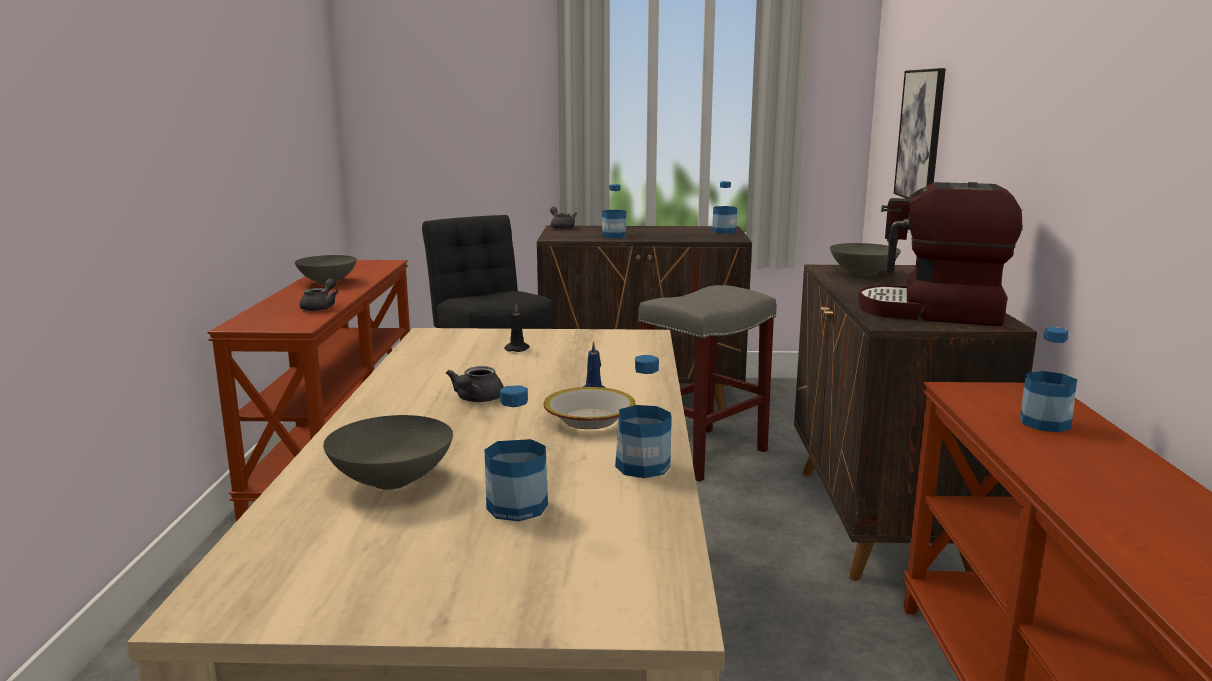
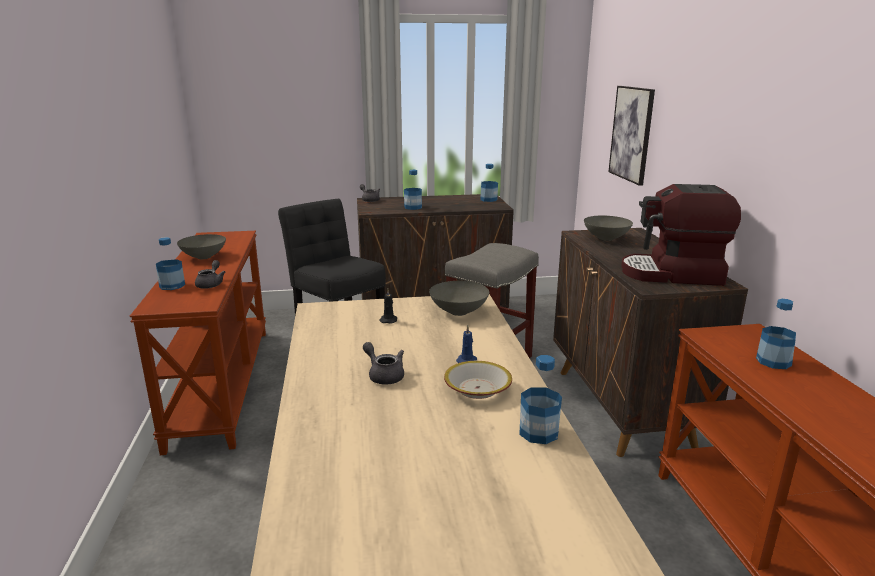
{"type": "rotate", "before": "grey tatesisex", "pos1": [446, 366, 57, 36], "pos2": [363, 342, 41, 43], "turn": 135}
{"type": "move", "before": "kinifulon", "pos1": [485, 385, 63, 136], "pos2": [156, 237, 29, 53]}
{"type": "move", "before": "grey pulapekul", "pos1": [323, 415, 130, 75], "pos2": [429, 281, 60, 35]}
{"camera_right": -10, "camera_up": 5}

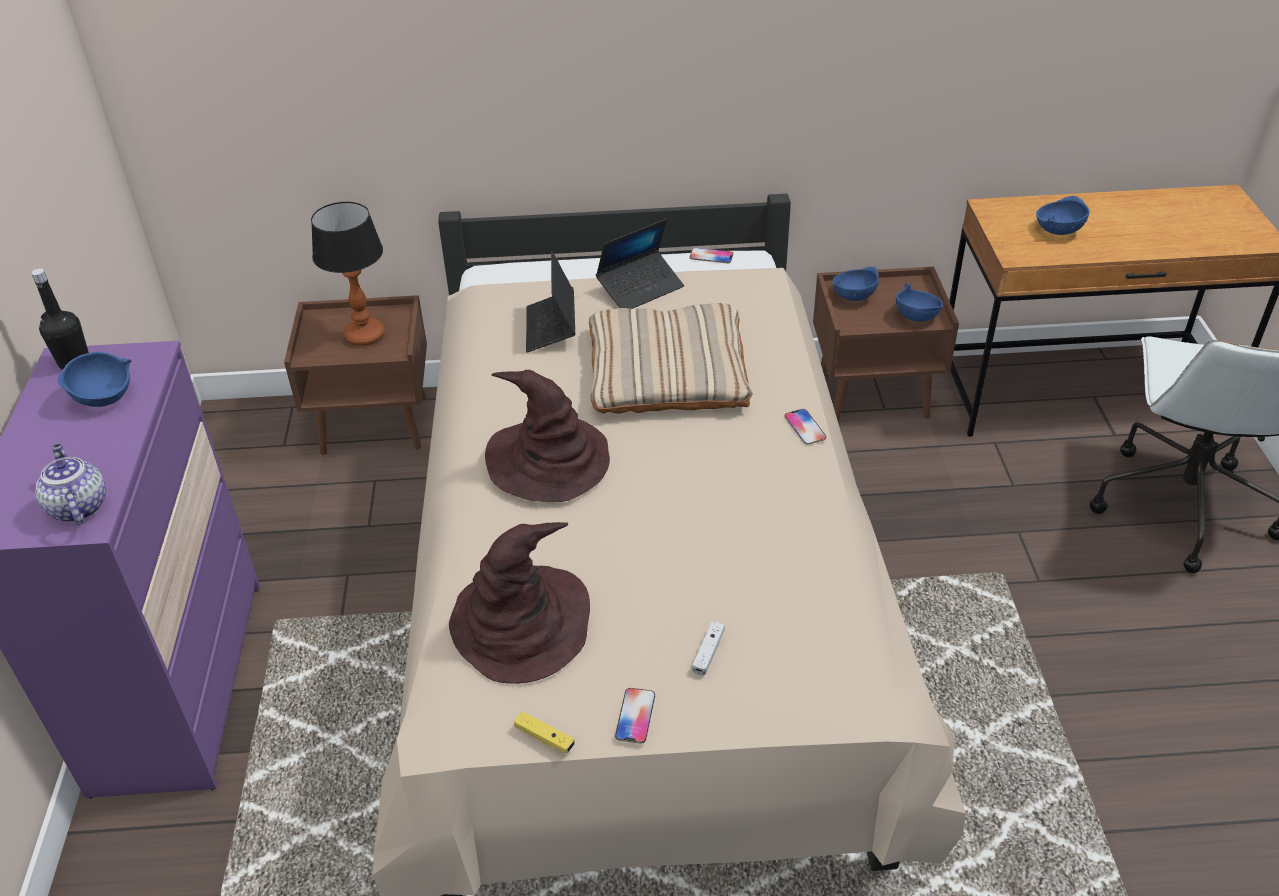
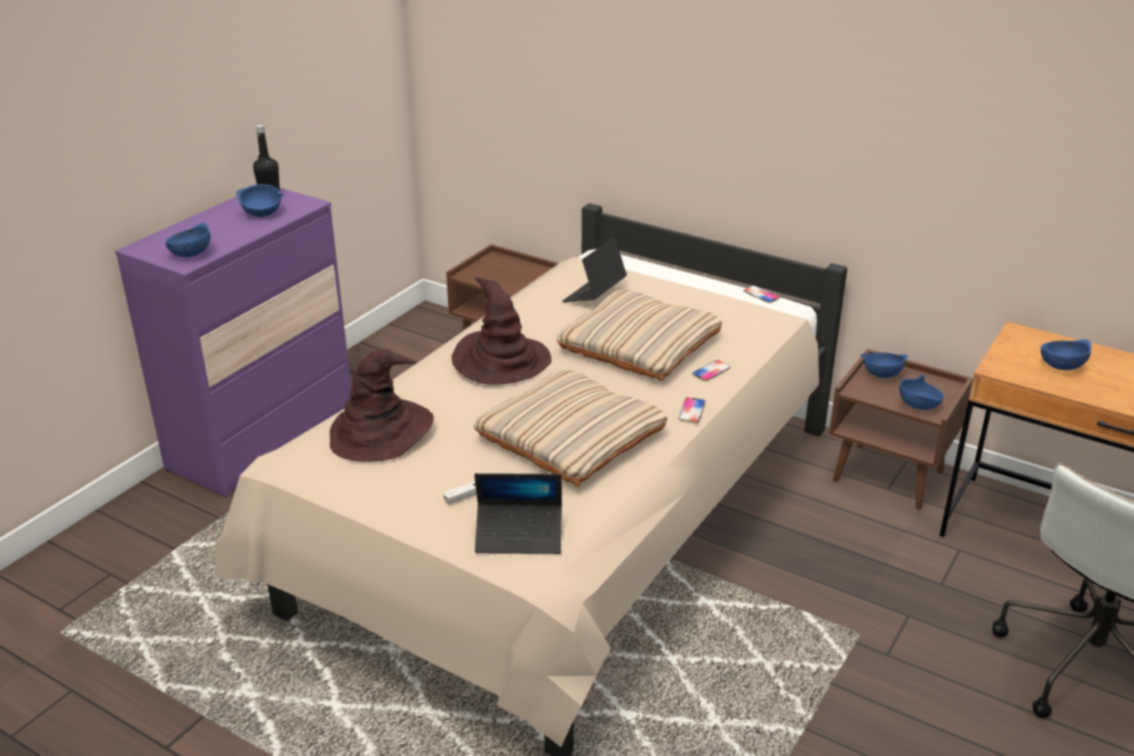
{"type": "delete", "before": "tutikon", "pos1": [311, 202, 74, 144]}
{"type": "move", "before": "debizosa", "pos1": [596, 219, 88, 90], "pos2": [474, 473, 88, 81]}
{"type": "replace", "before": "tatesisex", "after": "blue pulapekul", "pos1": [36, 444, 70, 81], "pos2": [165, 223, 46, 34]}
{"type": "move", "before": "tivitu", "pos1": [615, 688, 40, 56], "pos2": [692, 360, 39, 21]}
{"type": "delete", "before": "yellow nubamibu", "pos1": [514, 712, 61, 42]}
{"type": "insert", "after": "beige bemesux", "pos2": [474, 369, 193, 118]}
{"camera_right": 35, "camera_up": -10}

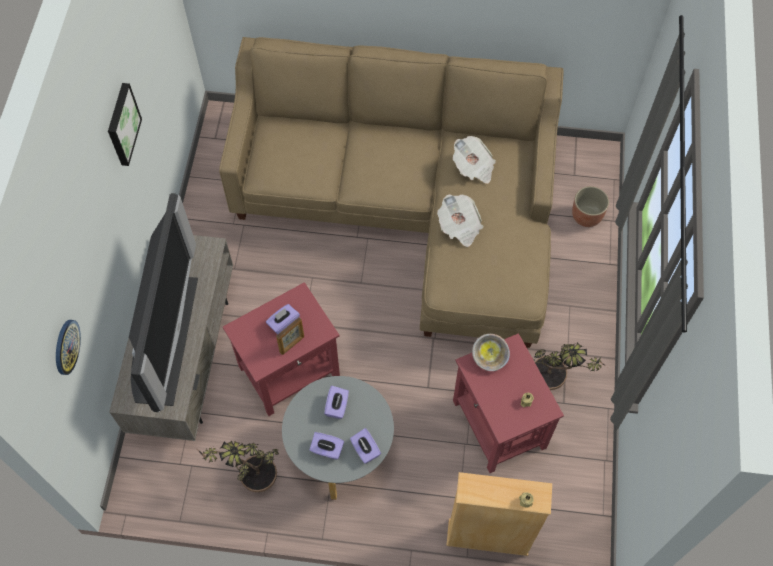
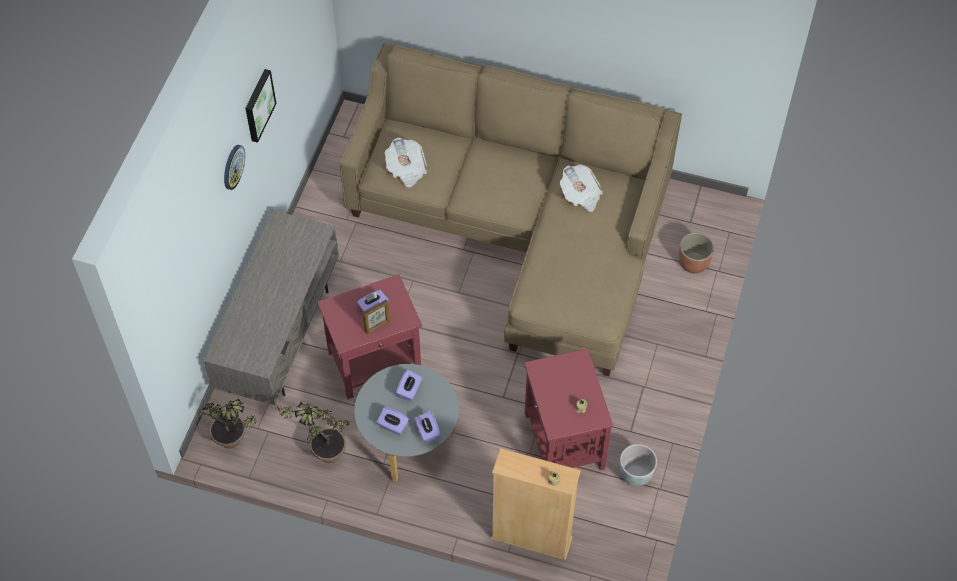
{"type": "delete", "before": "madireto", "pos1": [129, 193, 69, 219]}
{"type": "move", "before": "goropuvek", "pos1": [437, 194, 46, 53], "pos2": [385, 137, 42, 50]}
{"type": "move", "before": "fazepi", "pos1": [56, 320, 25, 55], "pos2": [224, 145, 21, 45]}
{"type": "delete", "before": "pulapekul", "pos1": [472, 334, 38, 37]}
{"type": "move", "before": "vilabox", "pos1": [533, 342, 74, 48], "pos2": [198, 398, 58, 51]}
{"type": "insert", "after": "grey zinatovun", "pos2": [620, 444, 37, 42]}
{"camera_right": 10, "camera_up": -5}

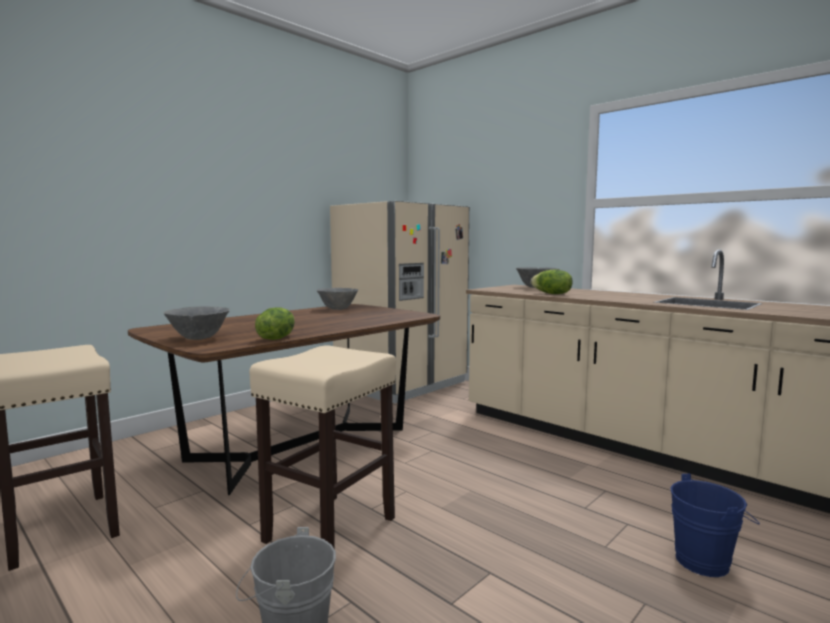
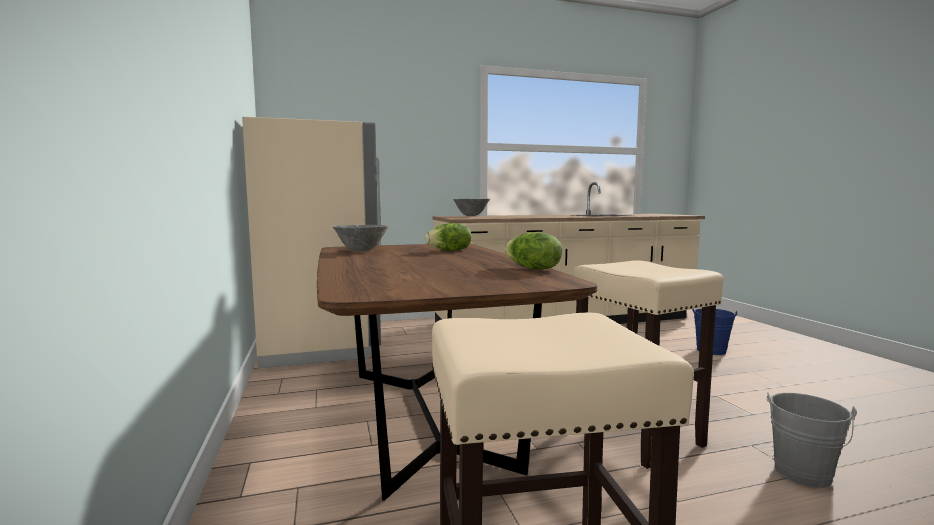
{"type": "move", "before": "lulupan", "pos1": [531, 269, 42, 25], "pos2": [425, 223, 47, 28]}
{"type": "delete", "before": "grey pulapekul", "pos1": [163, 306, 67, 34]}
{"camera_right": -60, "camera_up": 0}

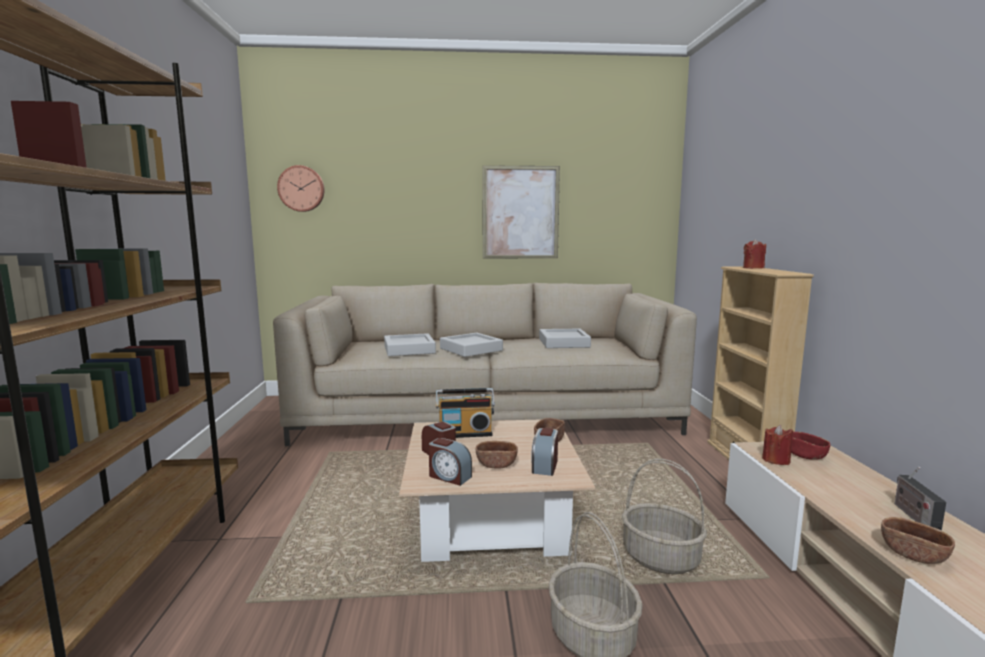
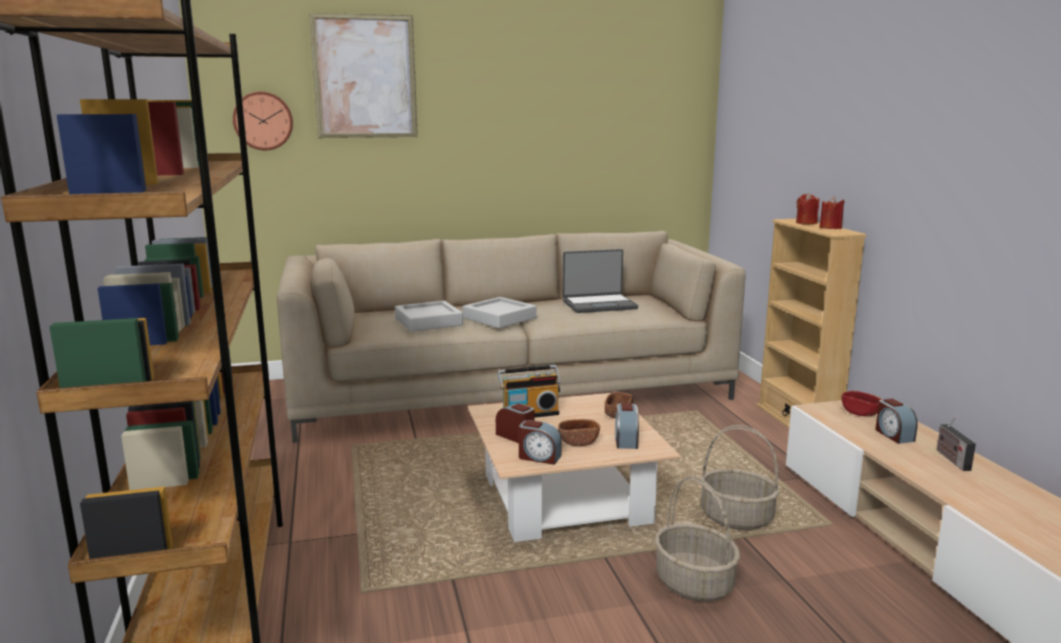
{"type": "move", "before": "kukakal", "pos1": [482, 165, 78, 94], "pos2": [309, 13, 109, 125]}
{"type": "replace", "before": "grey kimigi", "after": "debizosa", "pos1": [539, 329, 52, 19], "pos2": [562, 249, 76, 64]}
{"type": "move", "before": "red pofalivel", "pos1": [762, 425, 31, 40], "pos2": [820, 196, 24, 33]}
{"type": "delete", "before": "brown pulapekul", "pos1": [881, 517, 74, 47]}
{"type": "insert", "after": "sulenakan", "pos2": [875, 399, 43, 45]}
{"camera_right": -10, "camera_up": 5}

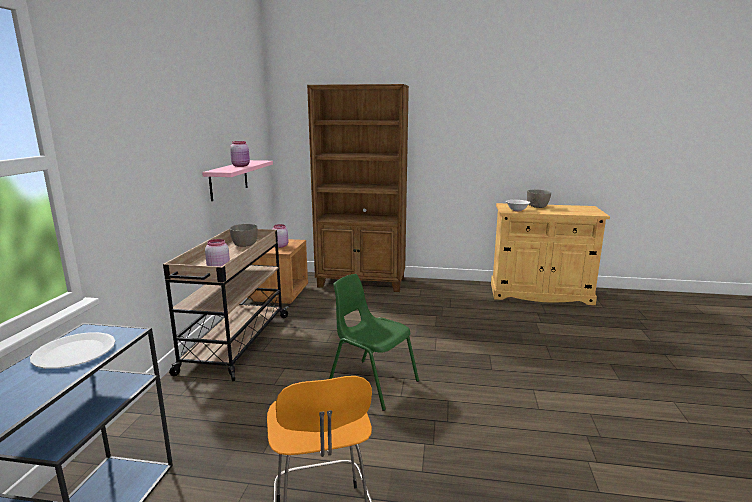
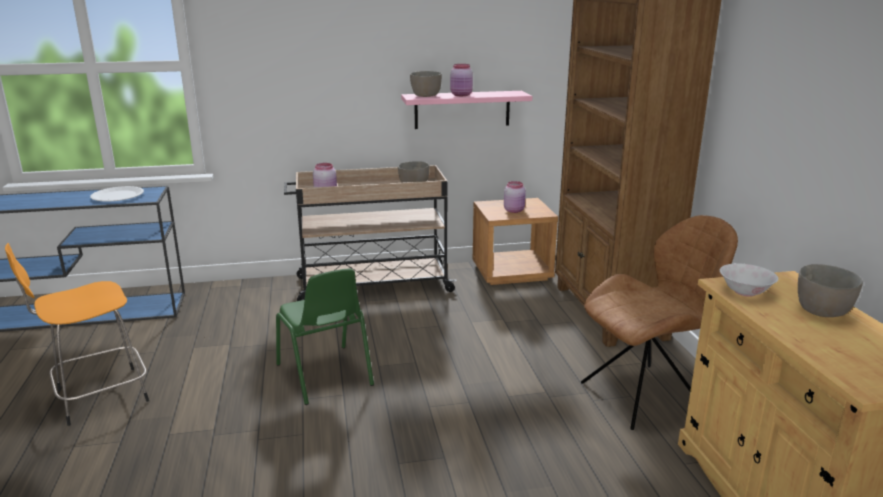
{"type": "rotate", "before": "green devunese", "pos1": [329, 274, 90, 137], "pos2": [276, 268, 98, 137], "turn": 135}
{"type": "insert", "after": "grey pulapekul", "pos2": [410, 71, 32, 26]}
{"type": "insert", "after": "brown devunese", "pos2": [581, 215, 157, 215]}
{"camera_right": 70, "camera_up": 5}

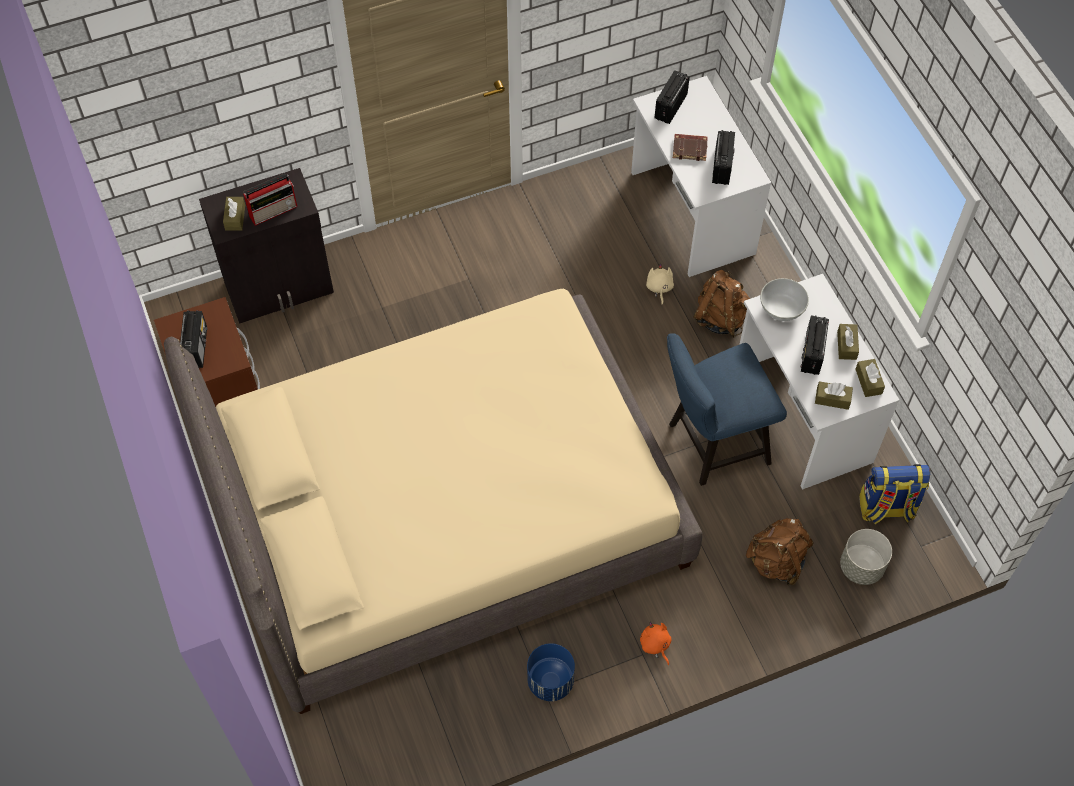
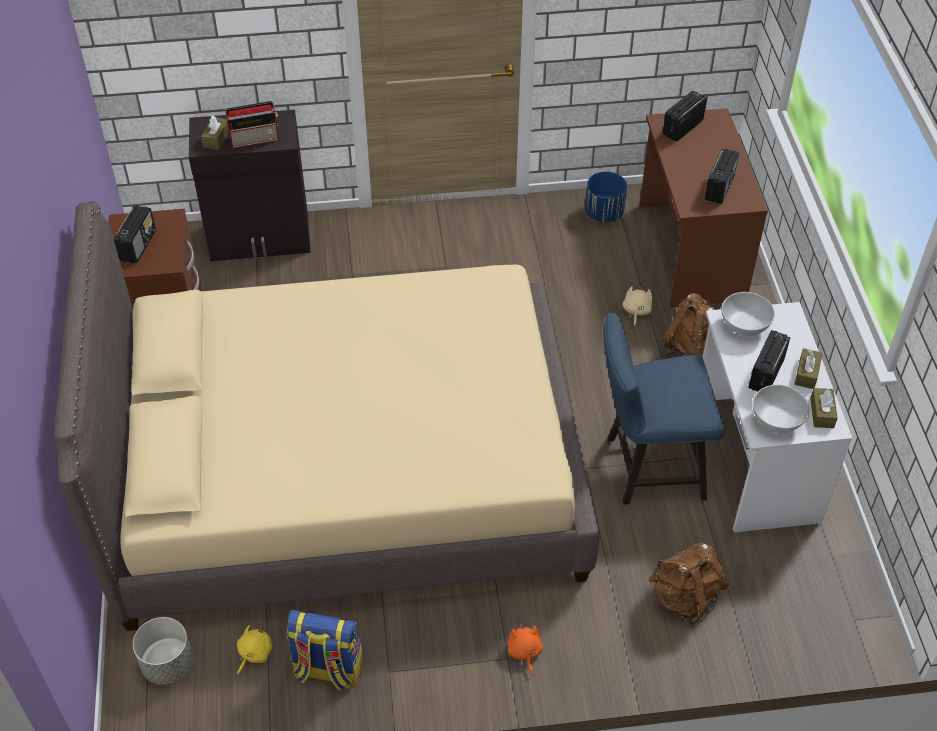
{"type": "recolor", "before": "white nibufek", "after": "brown nibufek", "pos1": [631, 76, 141, 201], "pos2": [639, 108, 129, 200]}
{"type": "delete", "before": "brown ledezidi", "pos1": [673, 134, 35, 27]}
{"type": "replace", "before": "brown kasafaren", "after": "white pulapekul", "pos1": [815, 381, 38, 29], "pos2": [753, 385, 57, 48]}
{"type": "move", "before": "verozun", "pos1": [859, 464, 71, 60], "pos2": [287, 610, 75, 81]}
{"type": "move", "before": "grey zinatovun", "pos1": [840, 529, 52, 56], "pos2": [133, 617, 60, 68]}
{"type": "move", "before": "blue zinatovun", "pos1": [527, 643, 48, 58], "pos2": [585, 171, 42, 51]}
{"type": "insert", "after": "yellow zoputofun", "pos2": [237, 625, 35, 50]}
{"camera_right": 15, "camera_up": -10}

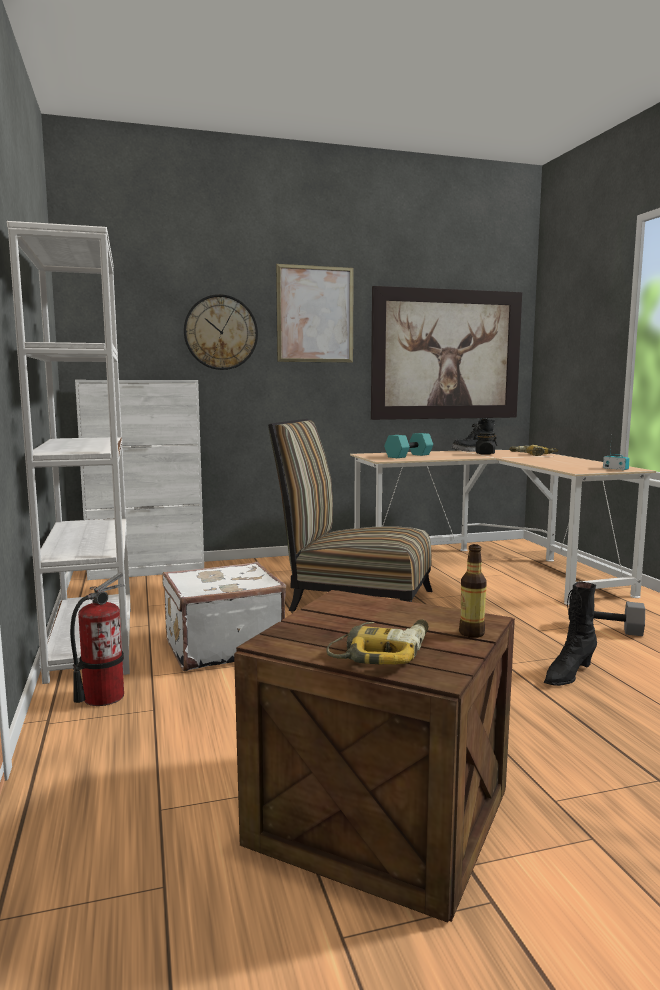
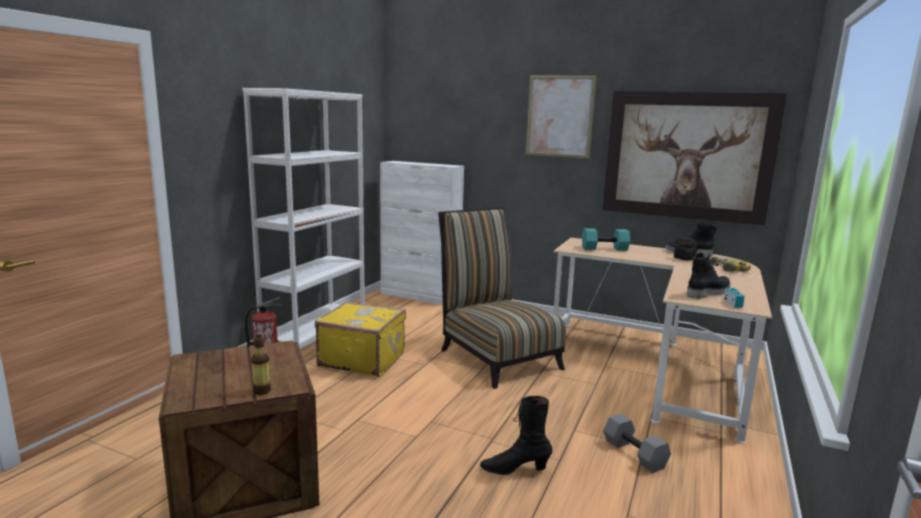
{"type": "delete", "before": "fazepi", "pos1": [184, 294, 74, 76]}
{"type": "recolor", "before": "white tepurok", "after": "yellow tepurok", "pos1": [162, 562, 124, 109], "pos2": [315, 302, 91, 75]}
{"type": "delete", "before": "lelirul", "pos1": [326, 619, 103, 46]}
{"type": "insert", "after": "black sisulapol", "pos2": [687, 252, 43, 47]}
{"camera_right": 40, "camera_up": 5}

